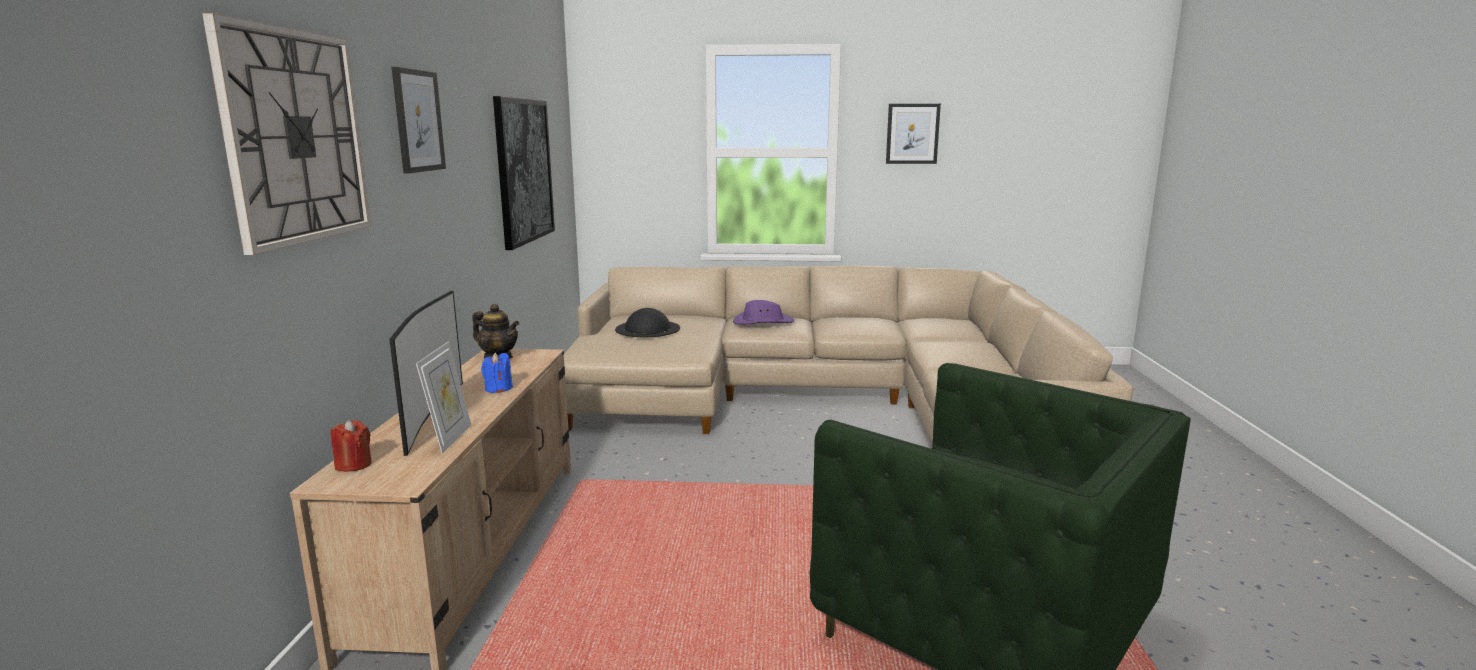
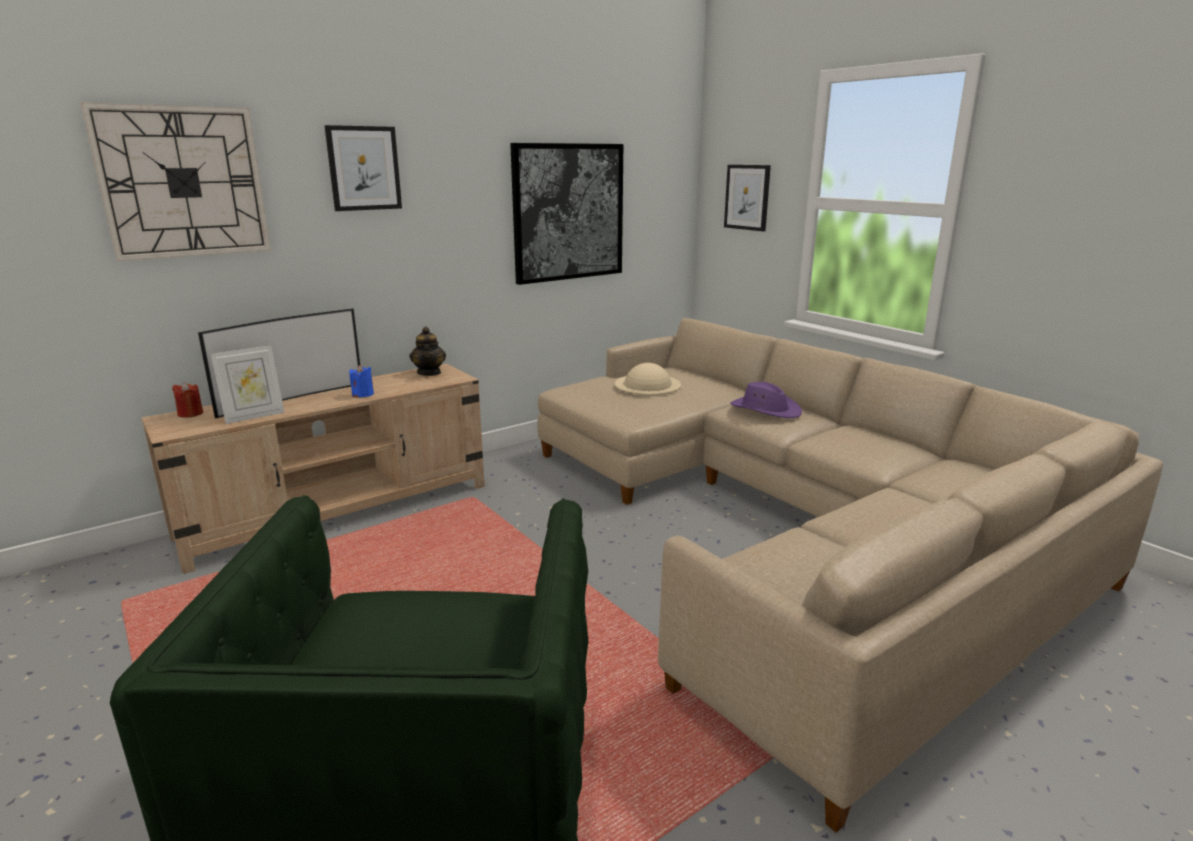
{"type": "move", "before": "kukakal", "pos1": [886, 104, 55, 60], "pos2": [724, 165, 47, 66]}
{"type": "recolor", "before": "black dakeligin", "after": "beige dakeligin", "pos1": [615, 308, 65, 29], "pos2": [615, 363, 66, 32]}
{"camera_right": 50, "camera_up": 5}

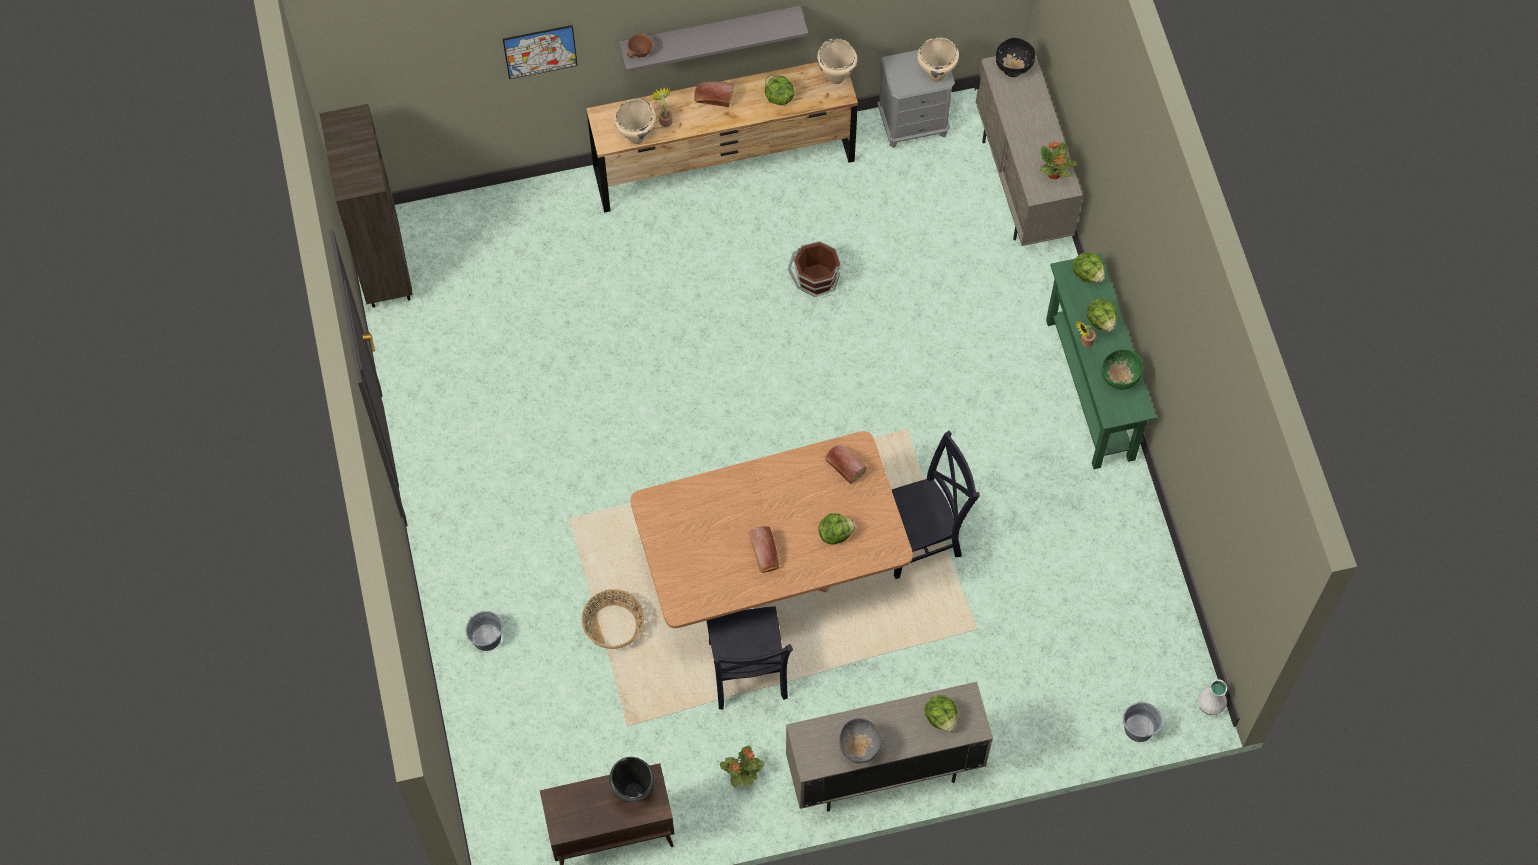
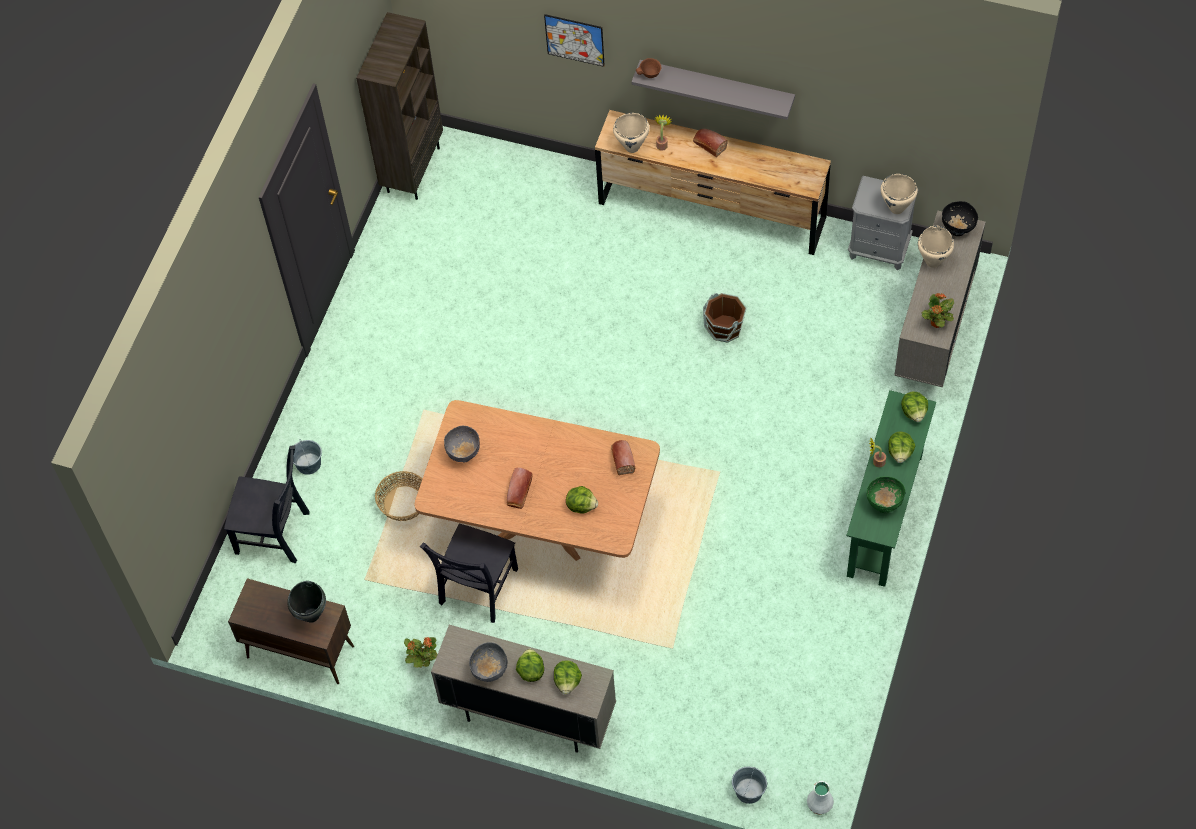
{"type": "move", "before": "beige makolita", "pos1": [817, 38, 40, 46], "pos2": [918, 226, 36, 42]}
{"type": "move", "before": "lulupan", "pos1": [765, 76, 29, 30], "pos2": [516, 649, 28, 33]}
{"type": "move", "before": "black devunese", "pos1": [892, 431, 88, 148], "pos2": [224, 445, 86, 118]}
{"type": "insert", "after": "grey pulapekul", "pos2": [444, 426, 36, 36]}
{"camera_right": 35, "camera_up": -5}

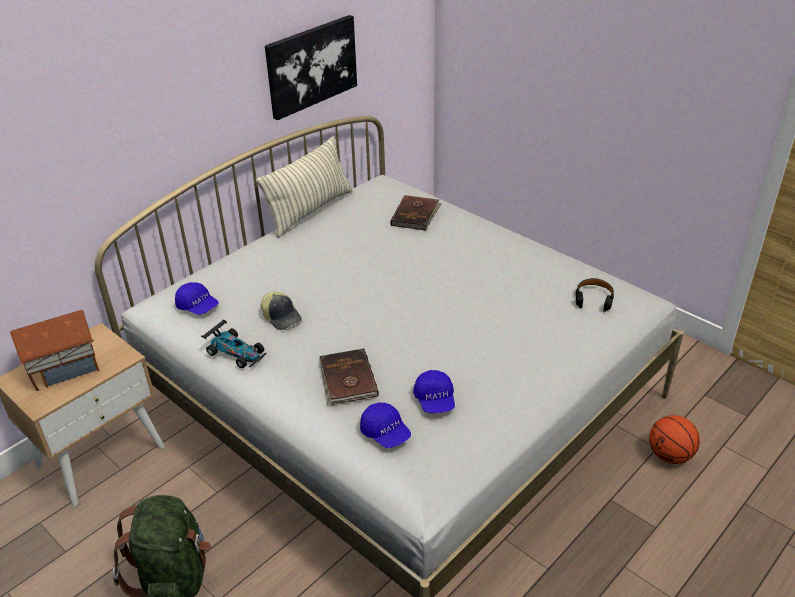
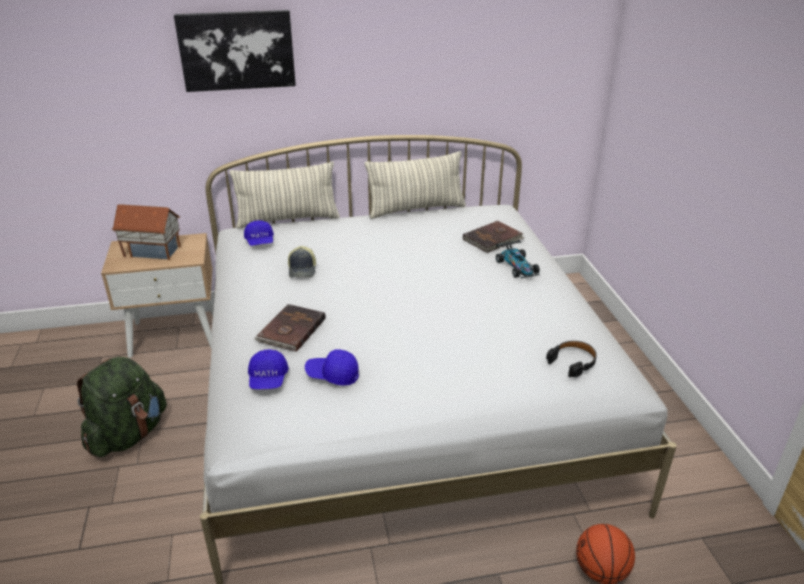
{"type": "move", "before": "kukakal", "pos1": [265, 15, 92, 105], "pos2": [174, 10, 122, 82]}
{"type": "move", "before": "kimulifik", "pos1": [201, 320, 65, 48], "pos2": [496, 240, 44, 38]}
{"type": "rotate", "before": "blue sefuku", "pos1": [413, 370, 42, 43], "pos2": [305, 349, 54, 37], "turn": 75}
{"type": "insert", "after": "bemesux", "pos2": [230, 161, 110, 68]}
{"camera_right": 35, "camera_up": -5}

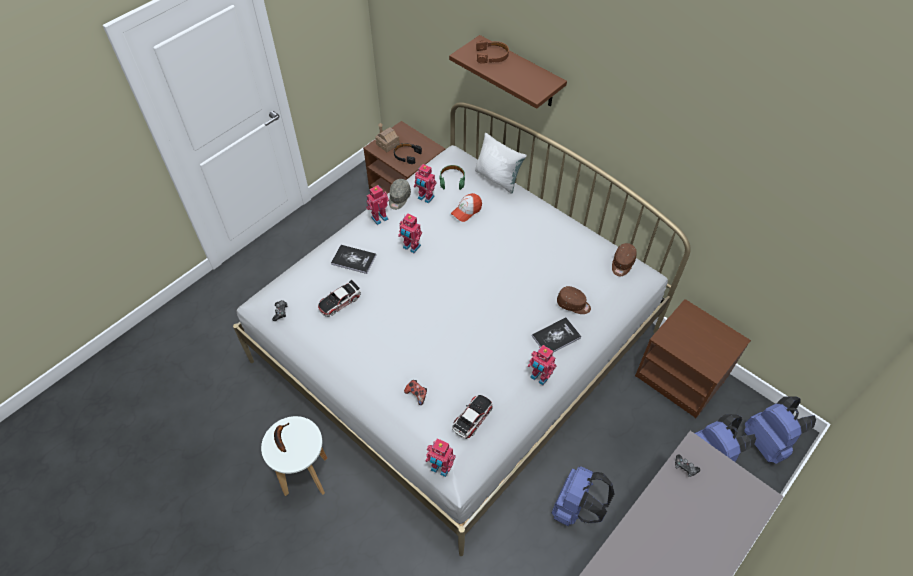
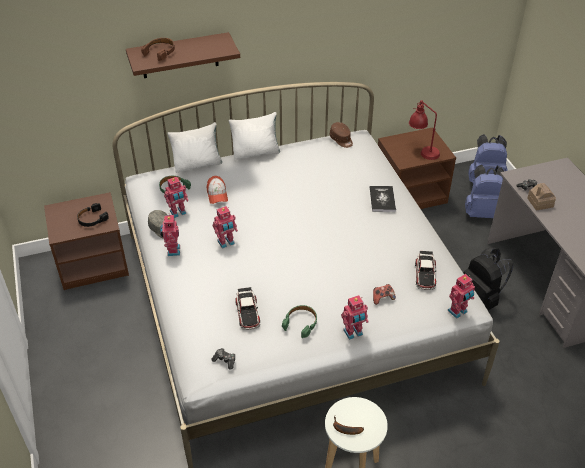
{"type": "move", "before": "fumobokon", "pos1": [375, 123, 25, 29], "pos2": [527, 183, 29, 27]}
{"type": "delete", "before": "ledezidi", "pos1": [331, 245, 45, 29]}
{"type": "delete", "before": "brown sefuku", "pos1": [557, 286, 34, 28]}
{"type": "move", "before": "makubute", "pos1": [528, 345, 29, 40], "pos2": [341, 295, 27, 45]}
{"type": "rotate", "before": "kimulifik", "pos1": [452, 395, 41, 44], "pos2": [415, 251, 21, 39], "turn": -150}
{"type": "recolor", "before": "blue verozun", "after": "black verozun", "pos1": [552, 466, 63, 60], "pos2": [463, 247, 50, 63]}
{"type": "insert", "after": "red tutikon", "pos2": [409, 100, 31, 60]}
{"type": "insert", "after": "white bemesux", "pos2": [229, 112, 51, 48]}
{"type": "insert", "after": "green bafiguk", "pos2": [282, 305, 35, 33]}
{"camera_right": -60, "camera_up": -10}

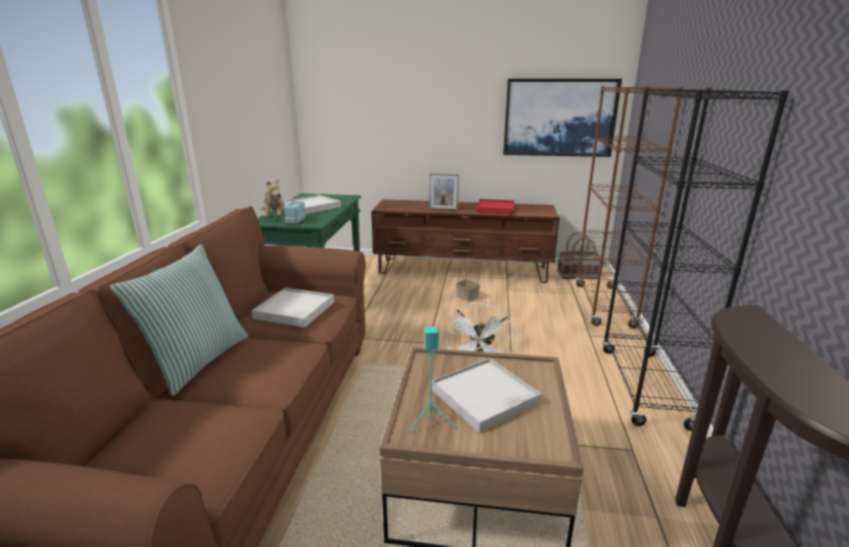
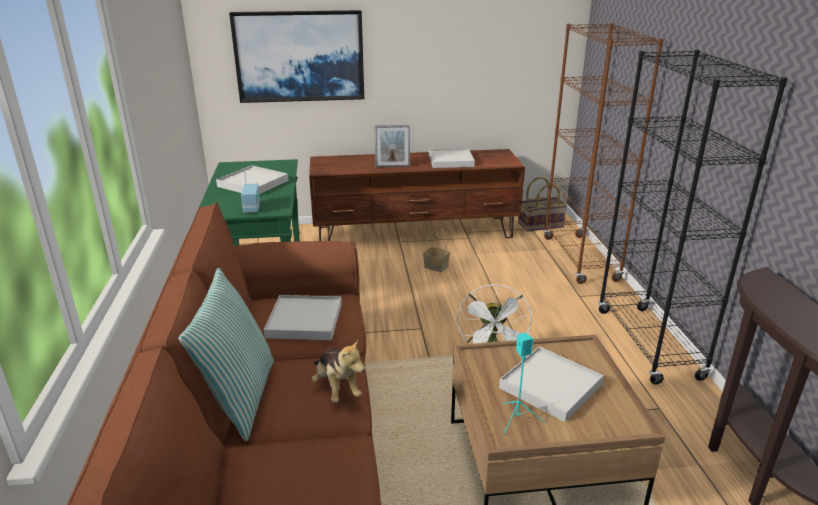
{"type": "move", "before": "kukakal", "pos1": [503, 79, 119, 78], "pos2": [229, 10, 135, 93]}
{"type": "move", "before": "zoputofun", "pos1": [260, 179, 25, 37], "pos2": [312, 339, 53, 64]}
{"type": "recolor", "before": "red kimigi", "after": "white kimigi", "pos1": [476, 199, 38, 15], "pos2": [429, 148, 46, 20]}
{"camera_right": -15, "camera_up": 5}

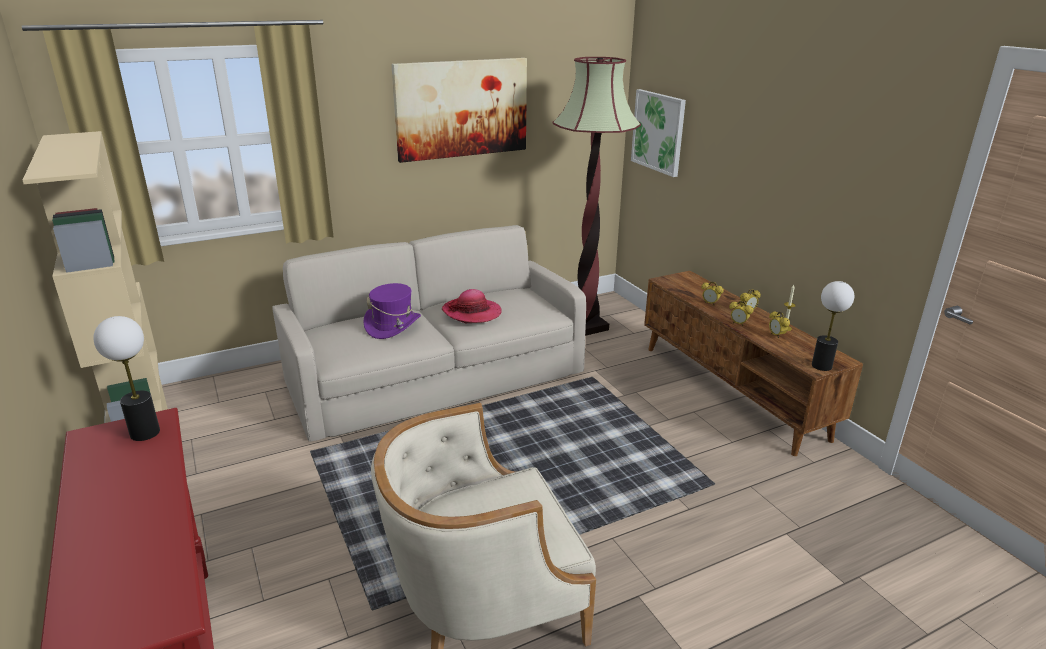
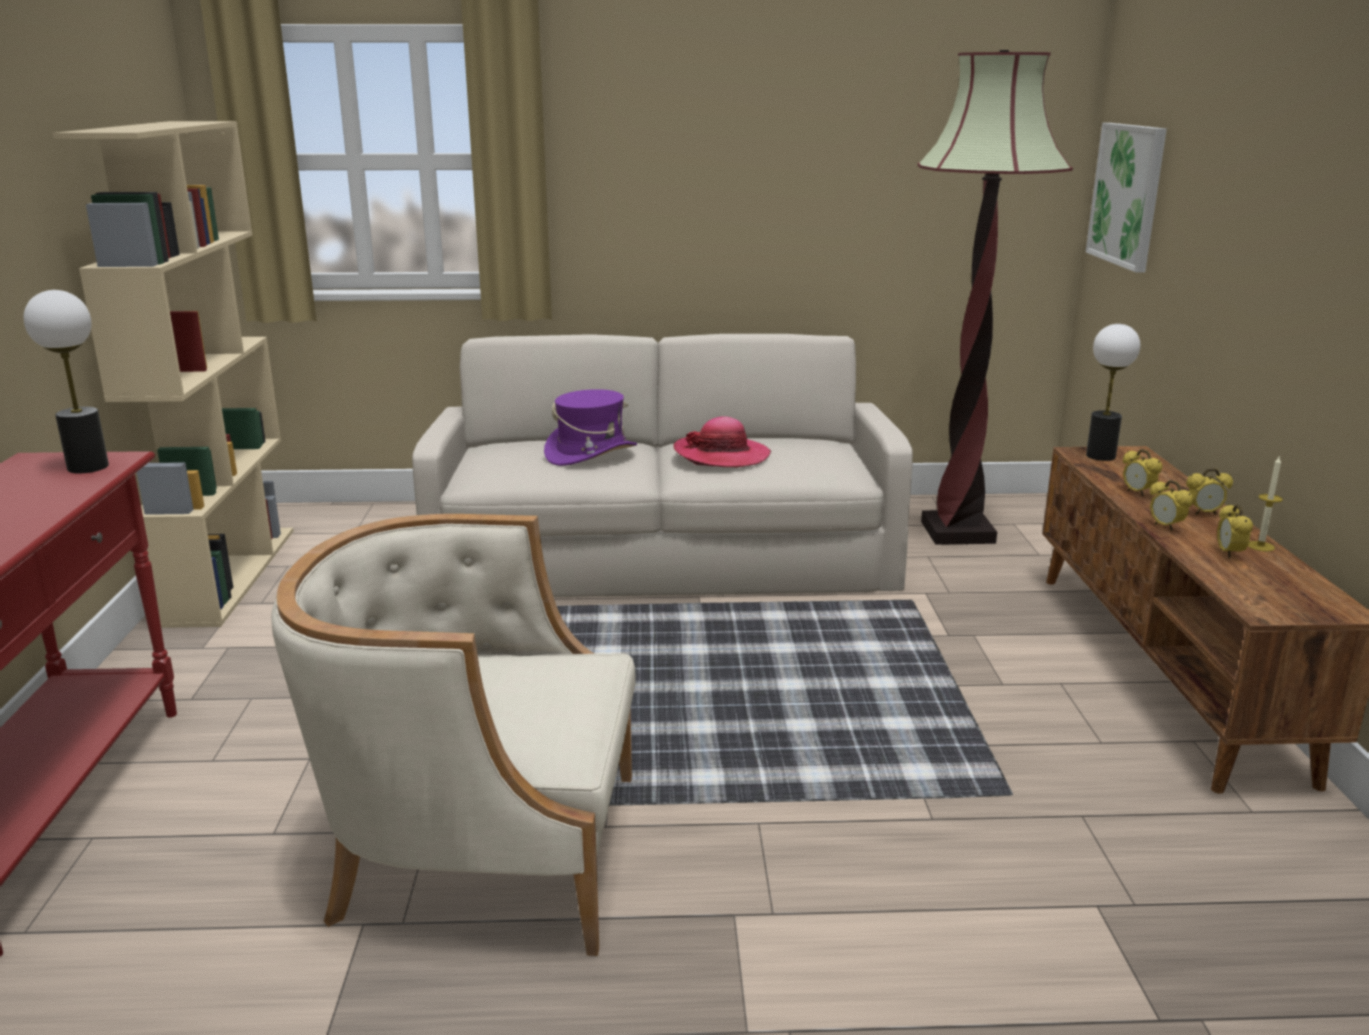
{"type": "delete", "before": "kukakal", "pos1": [391, 58, 136, 105]}
{"type": "move", "before": "tutikon", "pos1": [812, 281, 42, 90], "pos2": [1086, 324, 54, 137]}
{"camera_right": 25, "camera_up": -5}

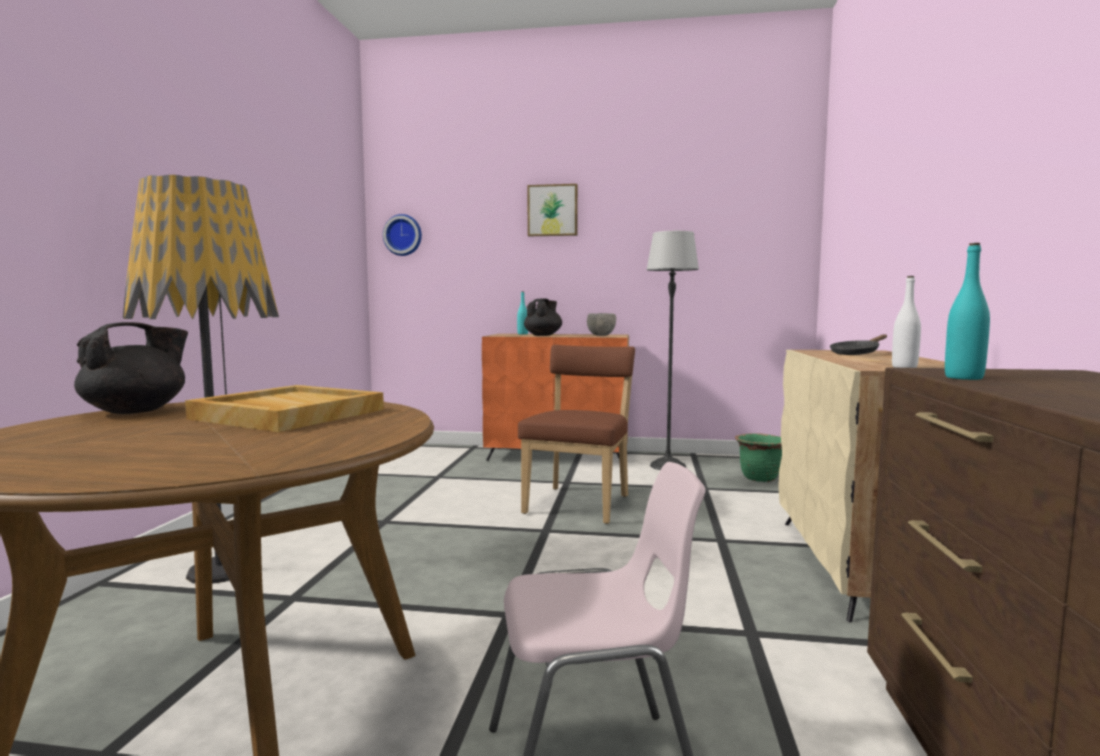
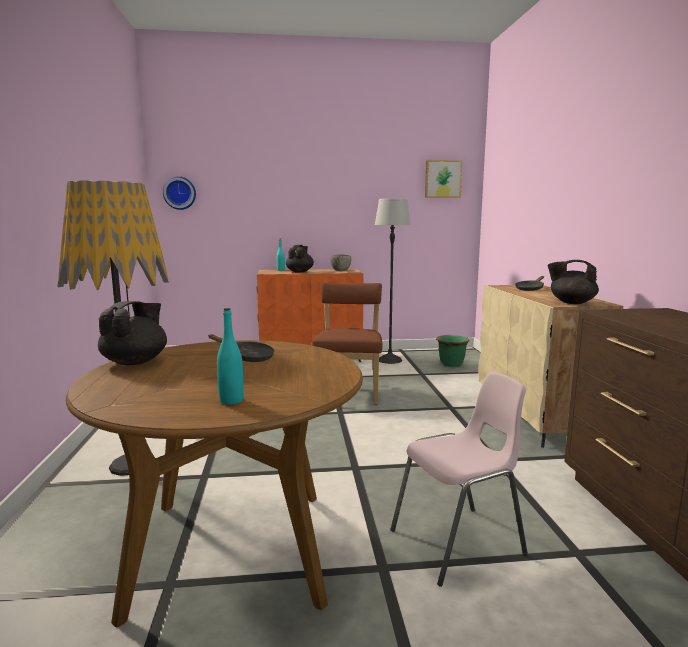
{"type": "move", "before": "kukakal", "pos1": [528, 184, 50, 52], "pos2": [425, 160, 38, 38]}
{"type": "move", "before": "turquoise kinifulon", "pos1": [945, 243, 45, 137], "pos2": [217, 308, 26, 97]}
{"type": "replace", "before": "white kinifulon", "after": "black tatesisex", "pos1": [892, 276, 29, 92], "pos2": [548, 260, 51, 44]}
{"type": "replace", "before": "beige kimigi", "after": "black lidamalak", "pos1": [185, 385, 199, 47], "pos2": [208, 334, 67, 28]}
{"camera_right": -15, "camera_up": 5}

